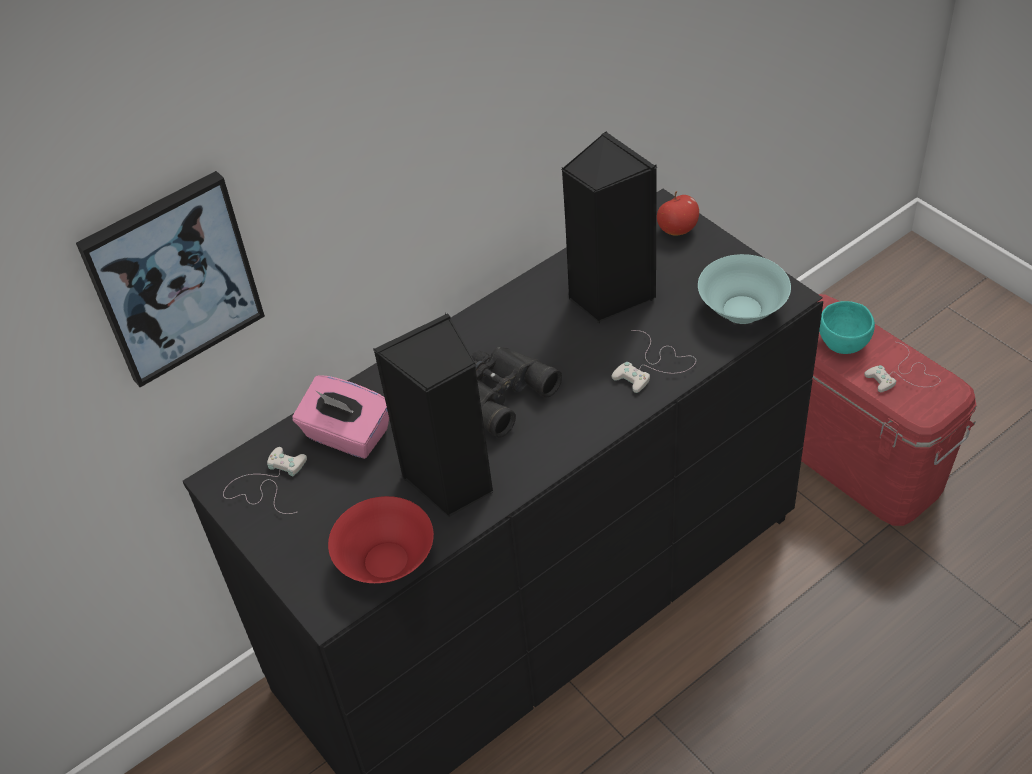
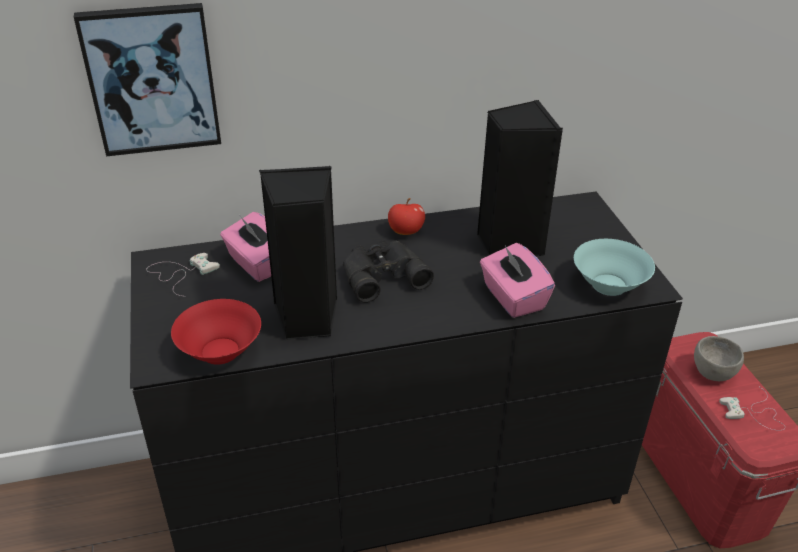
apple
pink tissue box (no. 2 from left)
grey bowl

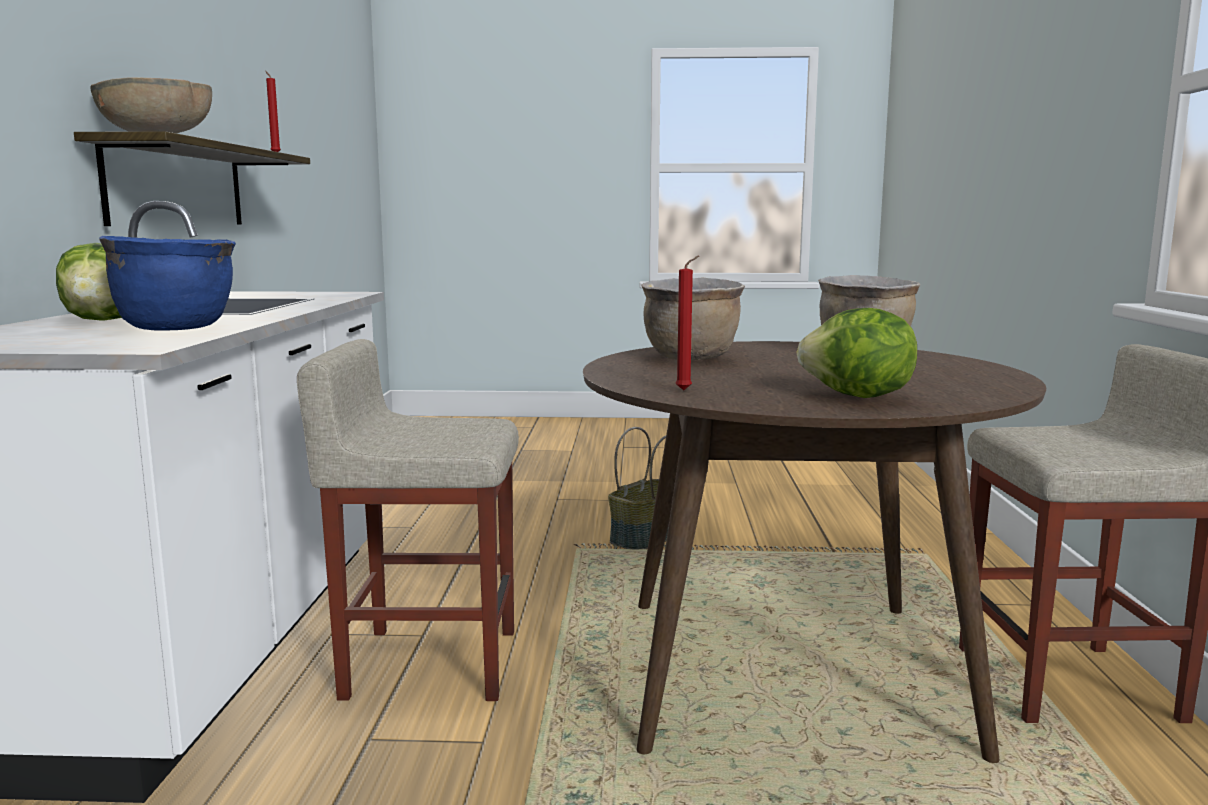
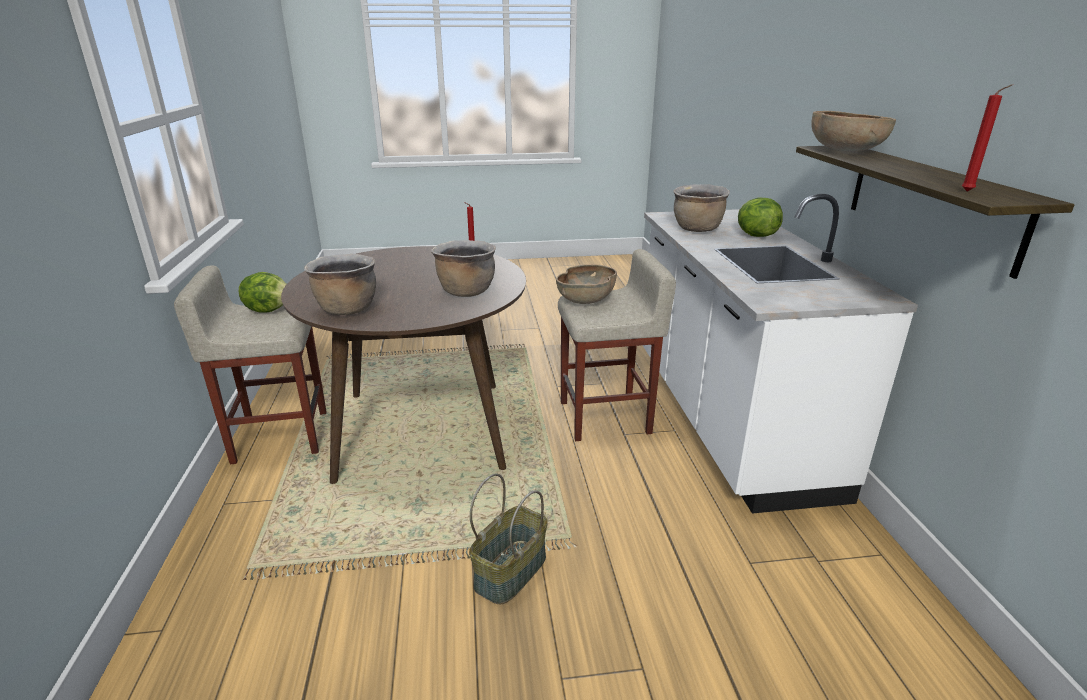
lettuce (no. 1 from left)
brown bowl (no. 1 from left)
brown cooking pot (no. 3 from left)

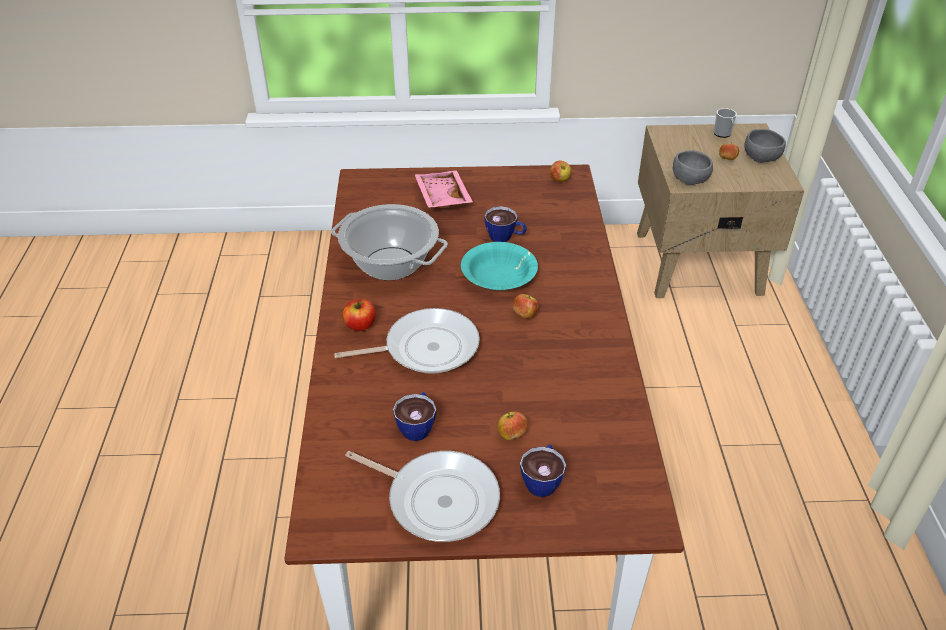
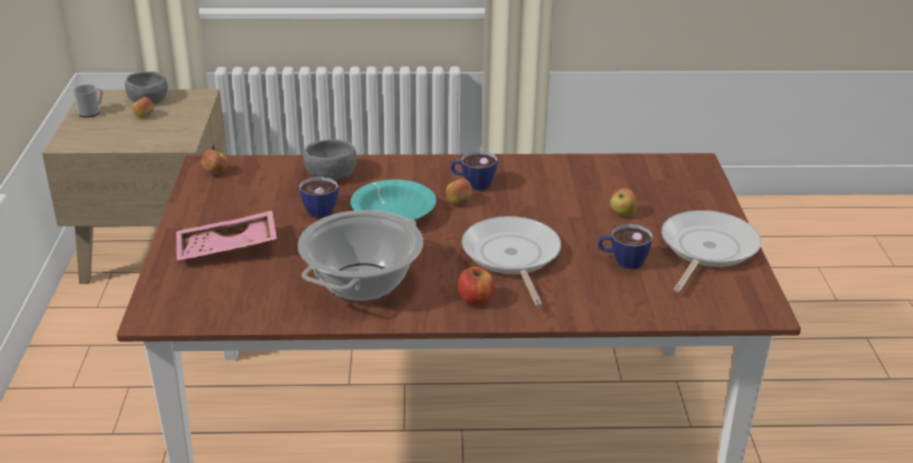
grey bowl (no. 2 from left)
cup (no. 2 from left)

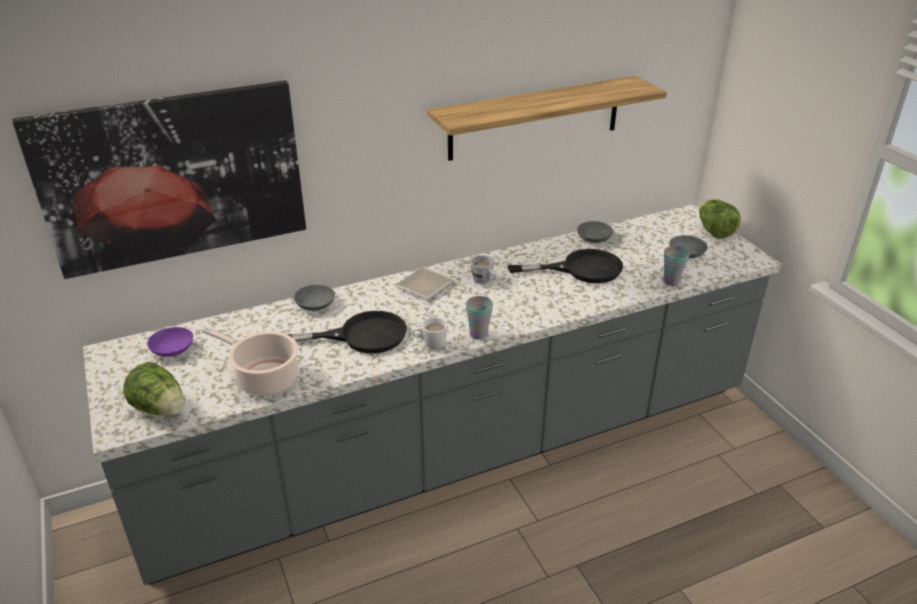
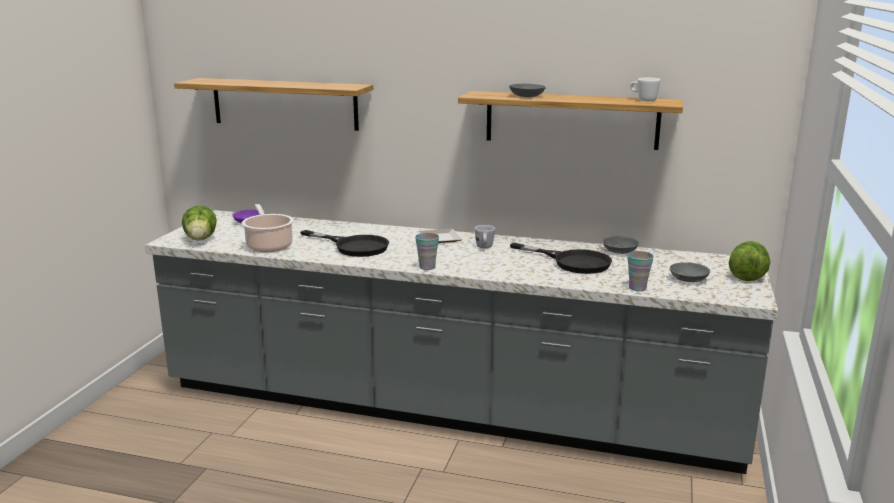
shelf (no. 1 from left)
grey bowl (no. 1 from left)
white mug (no. 2 from left)

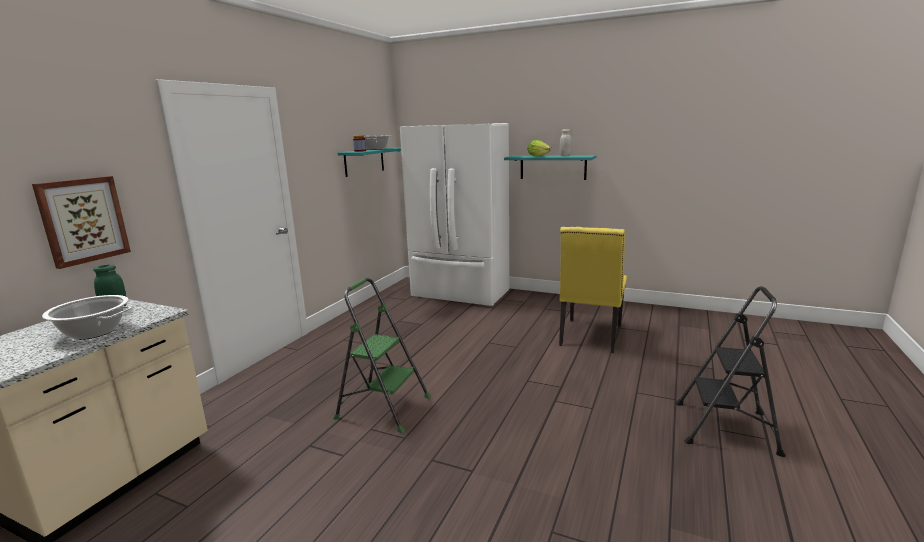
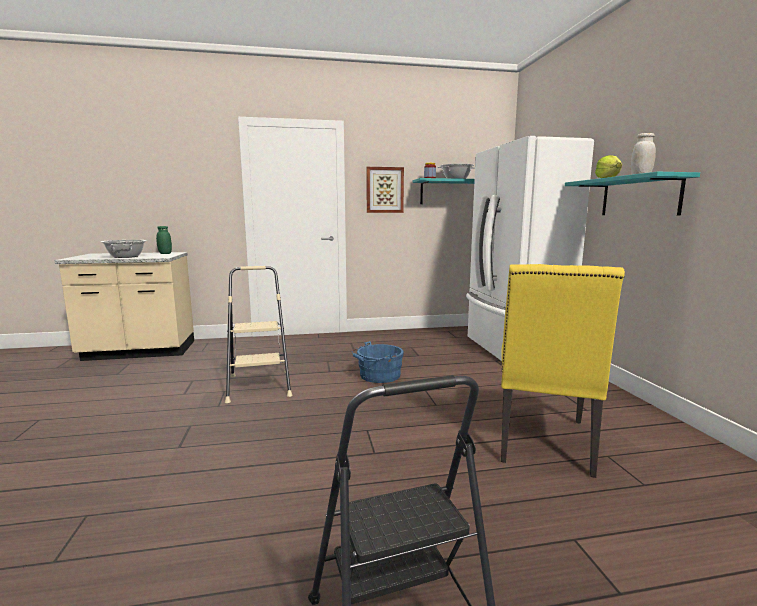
beige step ladder
blue bucket
picture
yellow chair

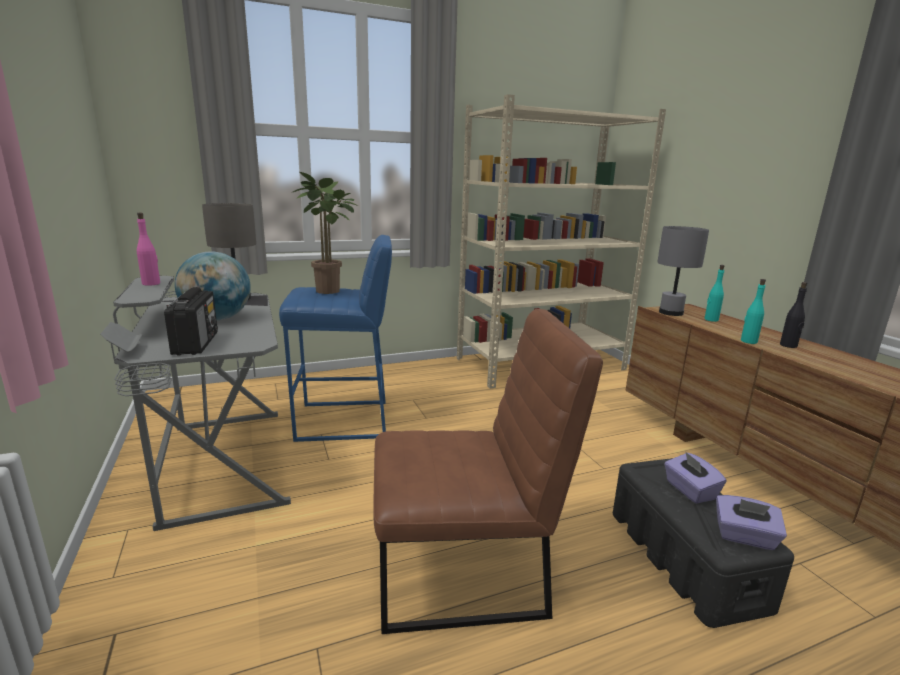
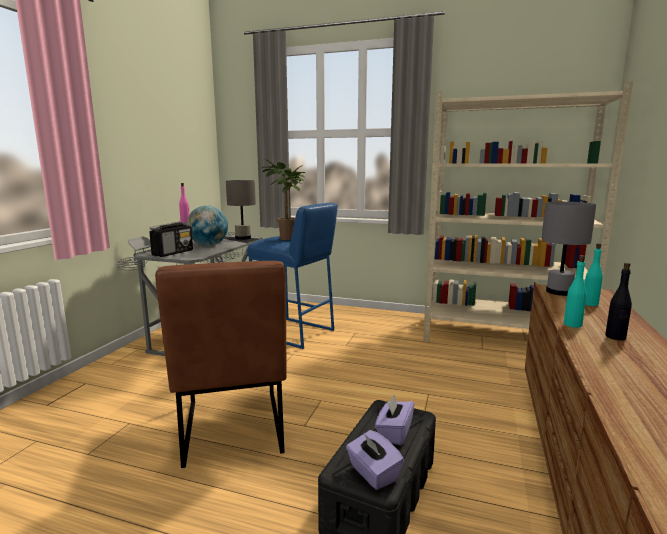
brown chair

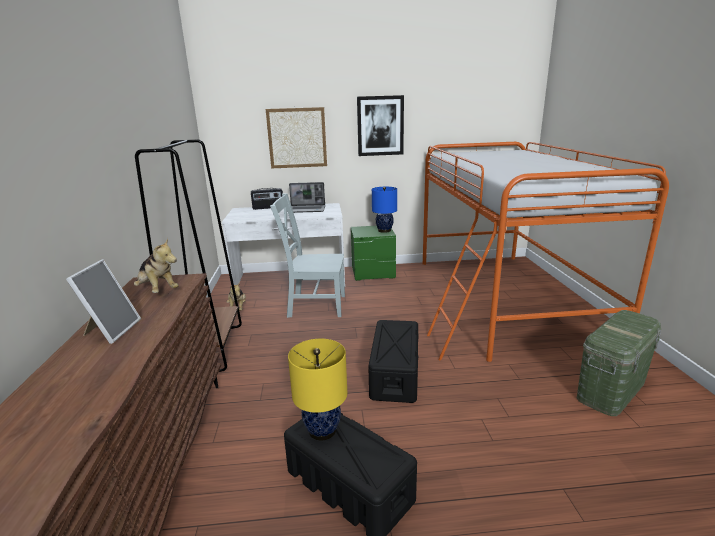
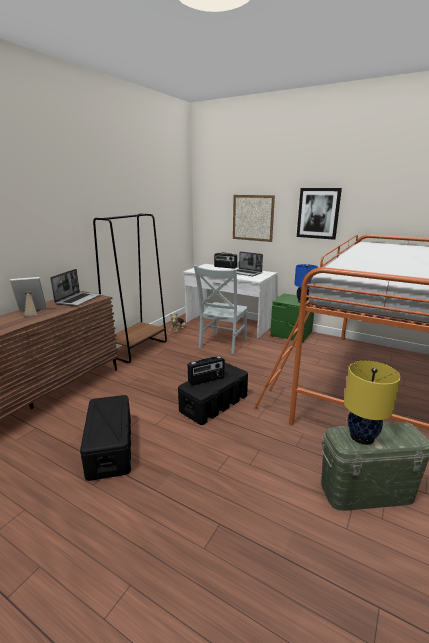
picture frame
laptop (no. 1 from left)
radio (no. 1 from left)
grey chair
yellow table lamp

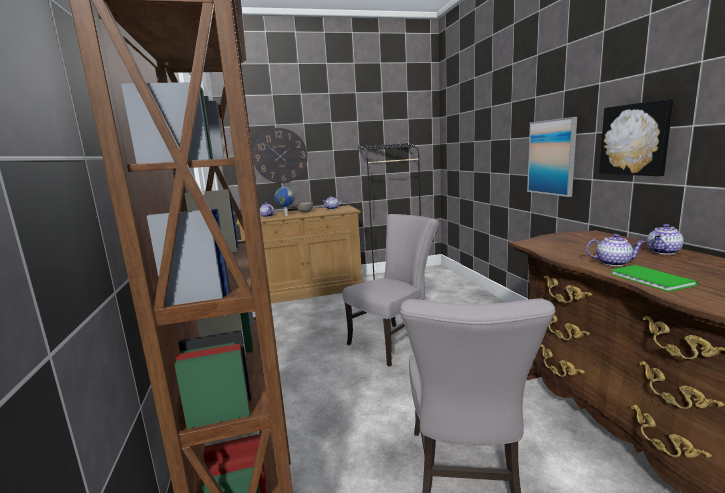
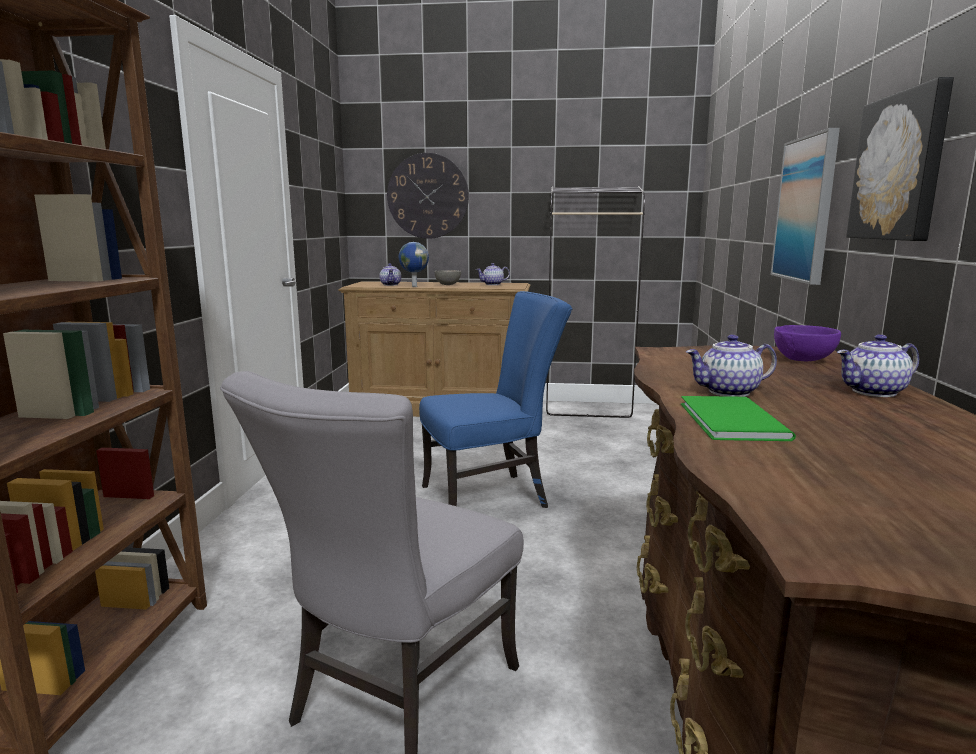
blue chair
teapot (no. 3 from left)
purple bowl

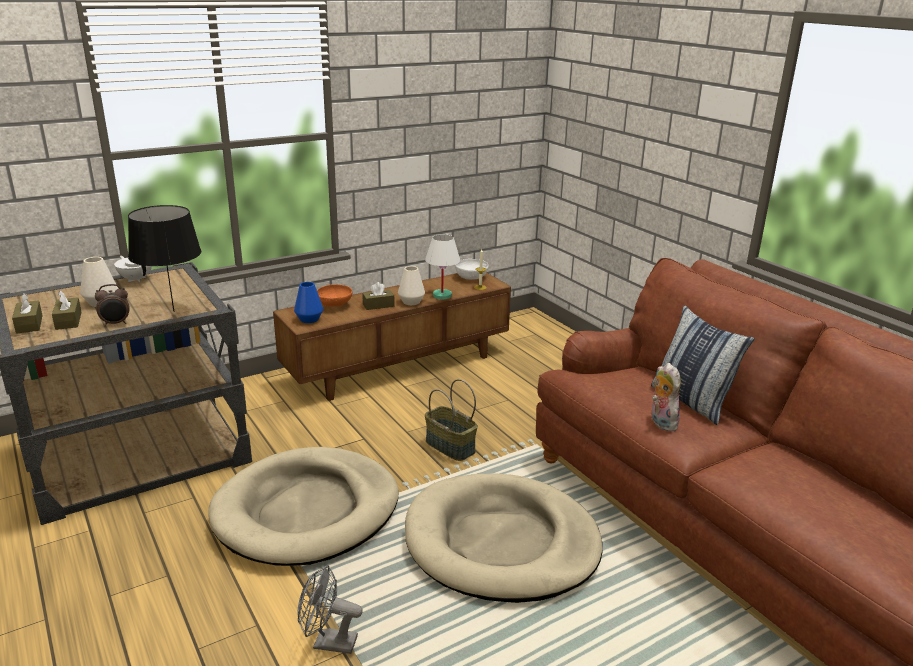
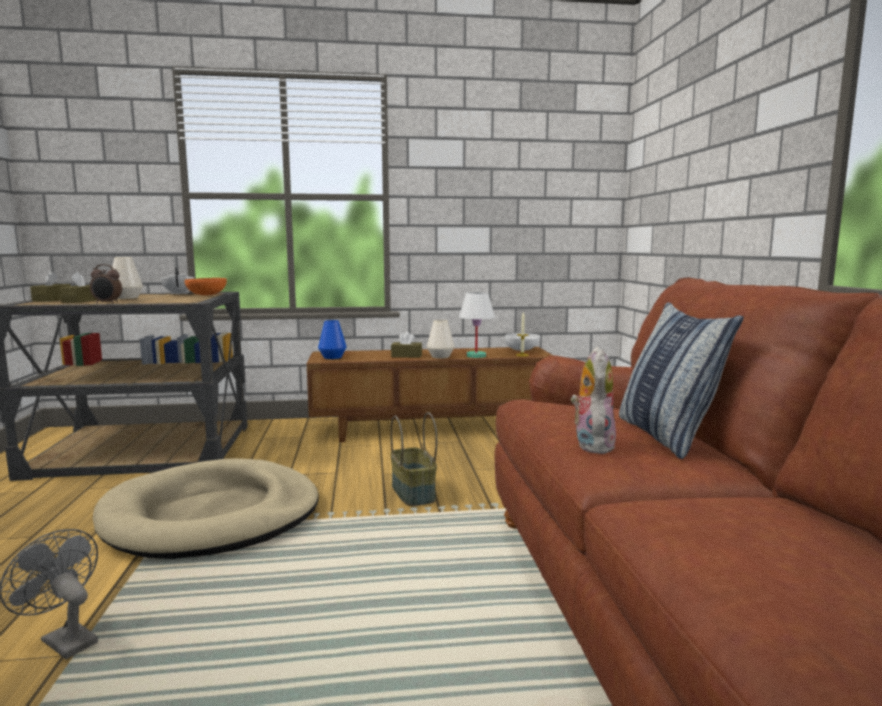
orange bowl
black table lamp
beige dog bed (no. 2 from left in the first image)

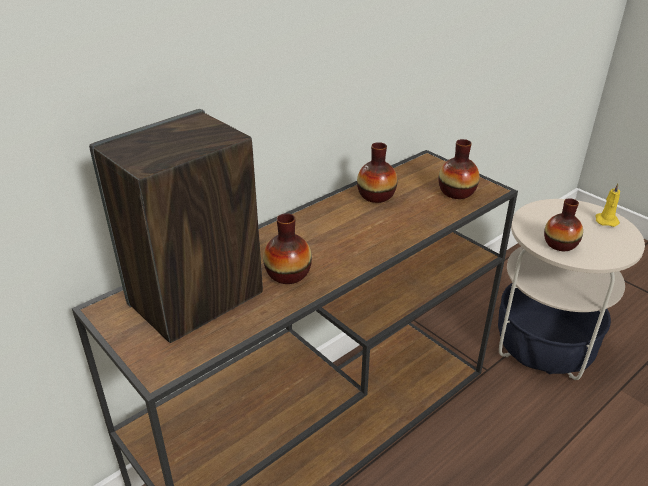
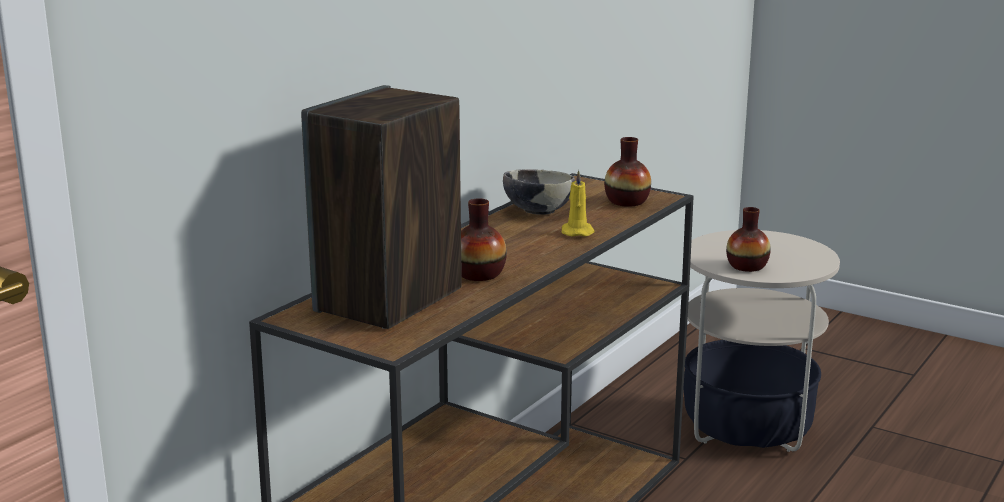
bowl
yellow candle

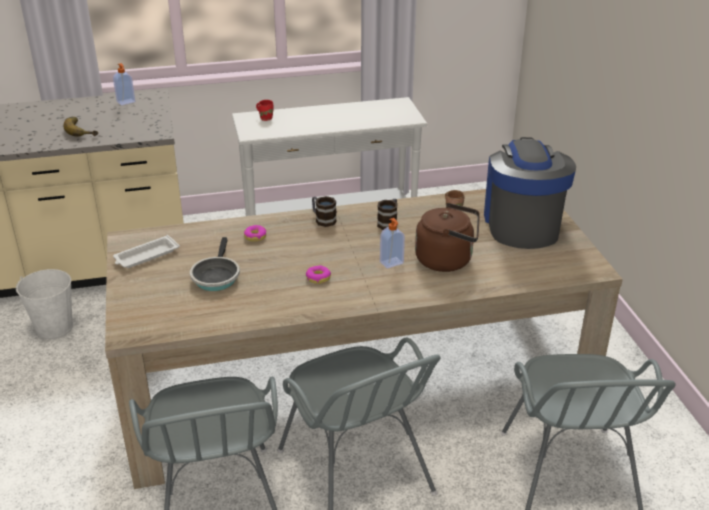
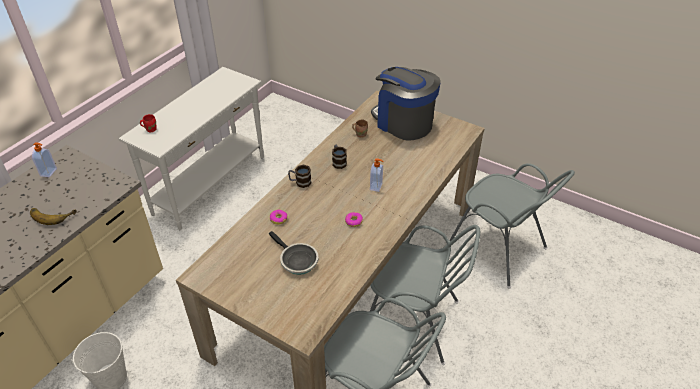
white tray
brown kettle

